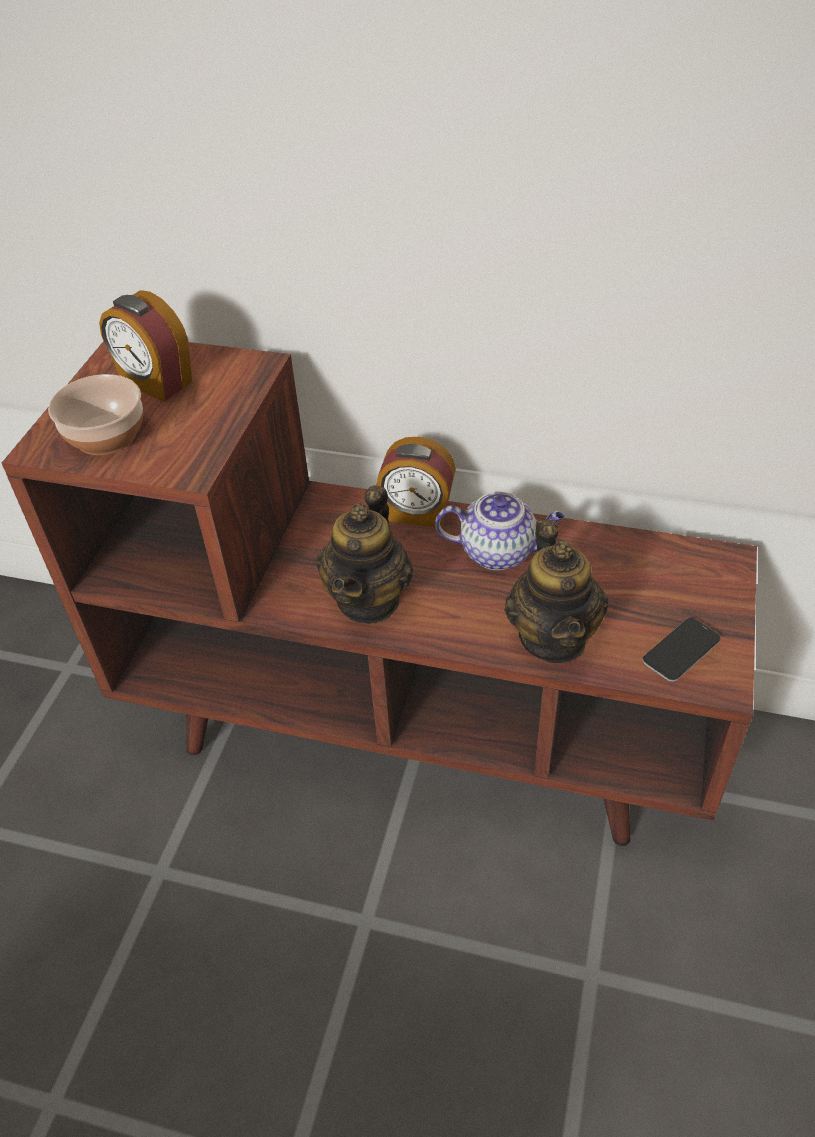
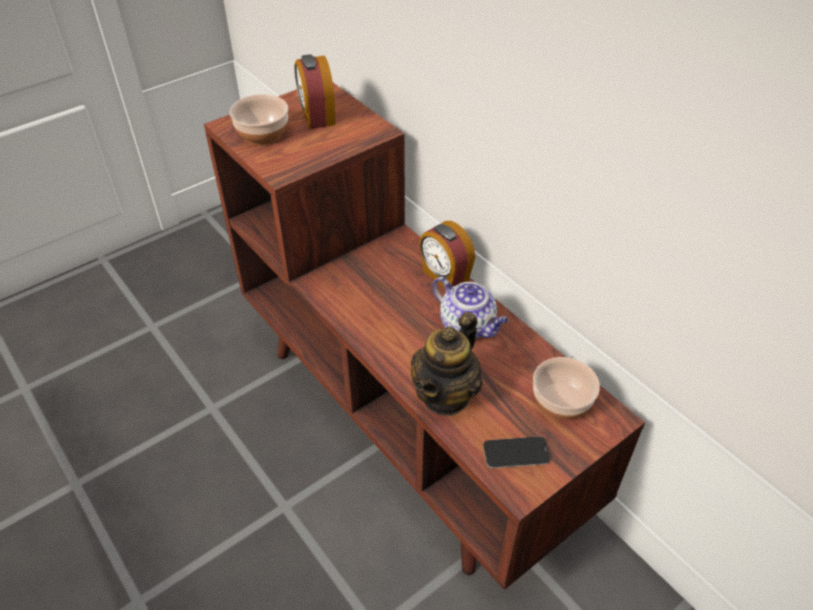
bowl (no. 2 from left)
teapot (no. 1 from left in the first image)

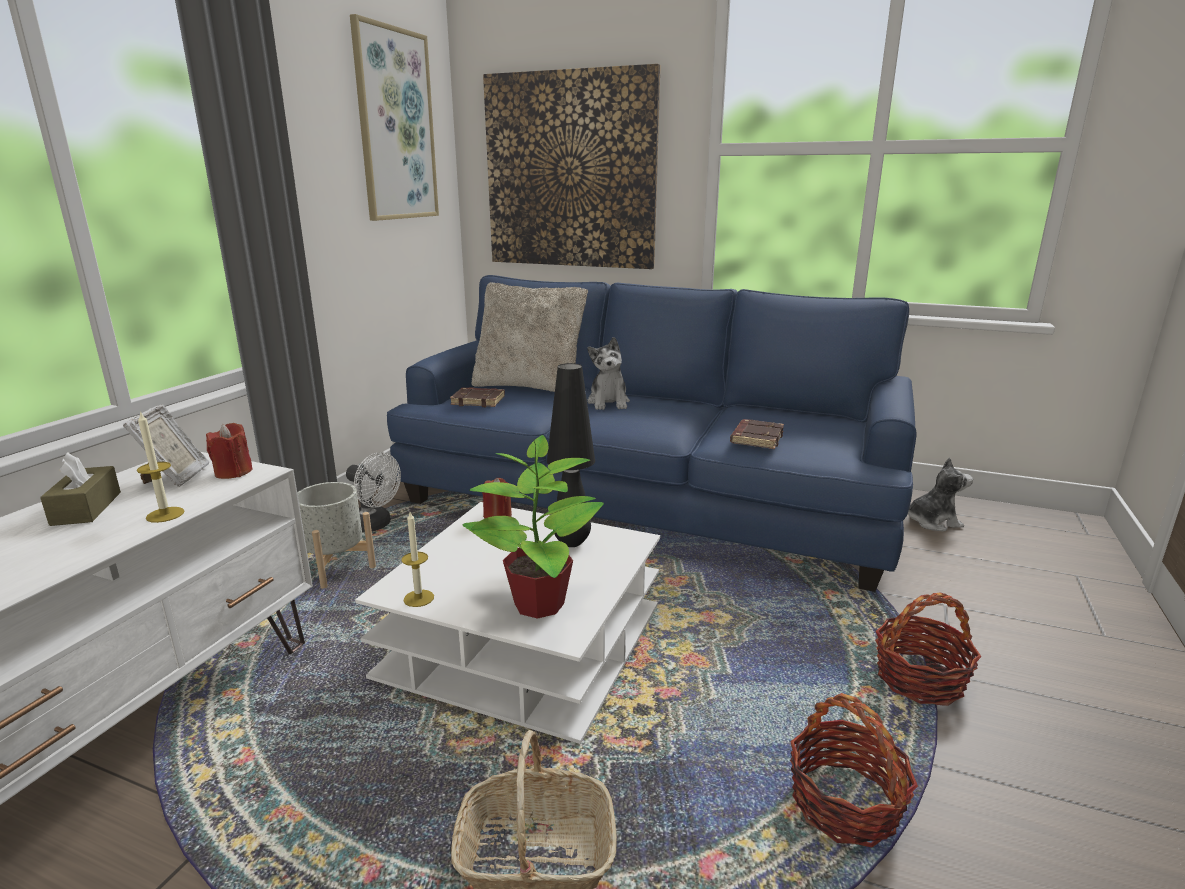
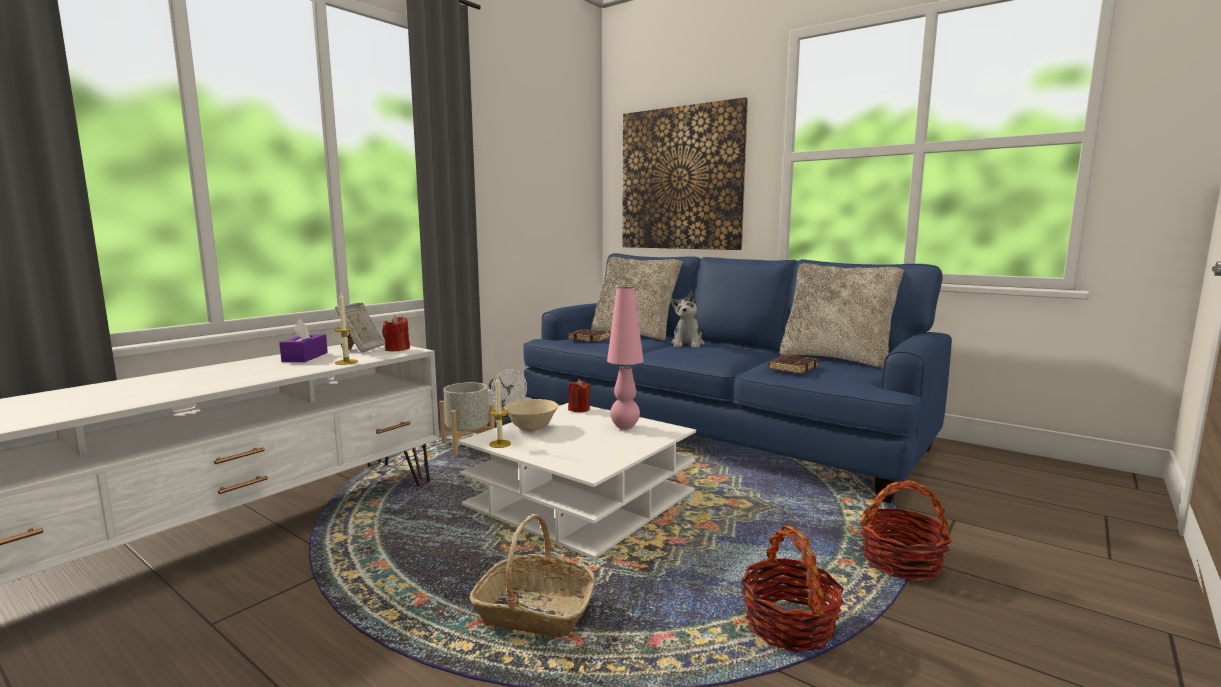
purple tissue box
beige bowl
pink table lamp
beige pillow (no. 2 from left)
picture (no. 1 from left in the first image)
potted plant
plush toy (no. 2 from left in the first image)

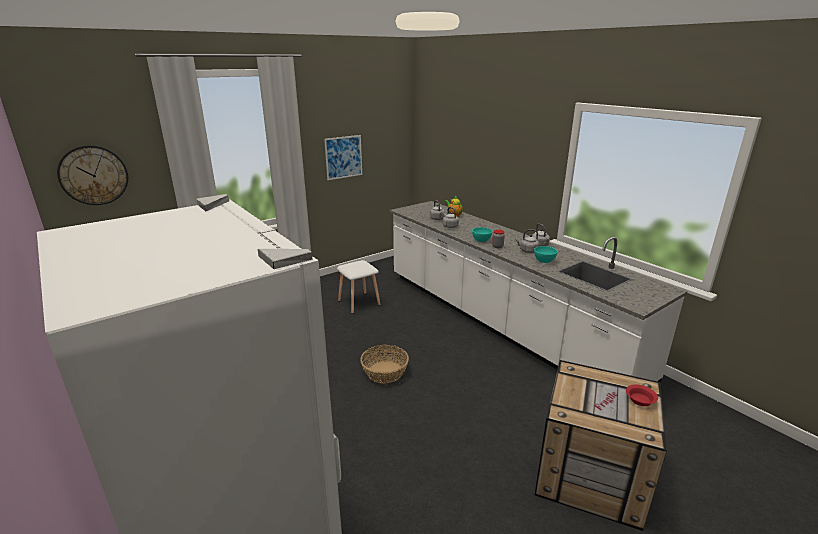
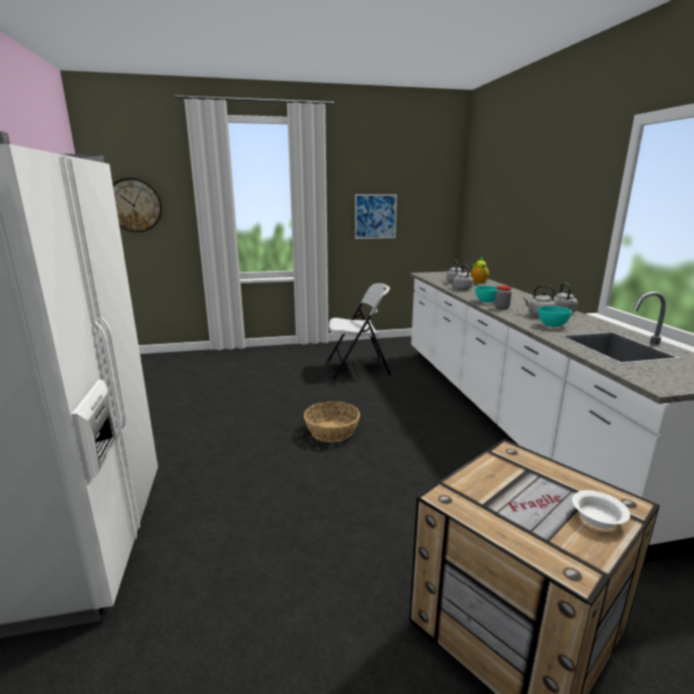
white chair
white bowl

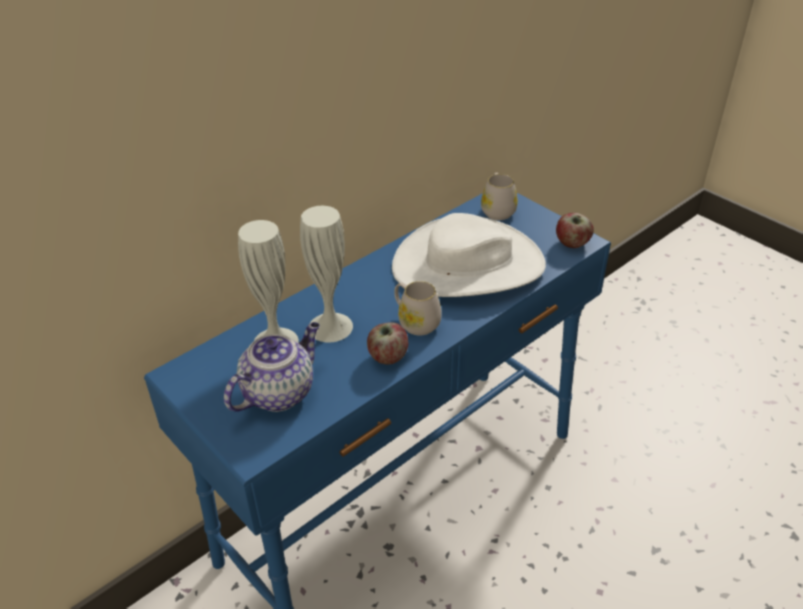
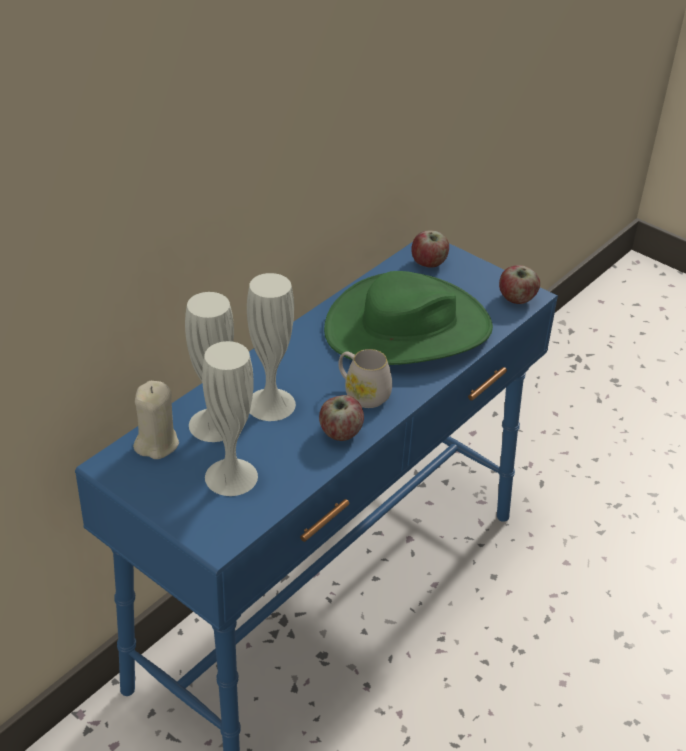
beige candle
white vase (no. 2 from left)
green hat
apple (no. 2 from left)

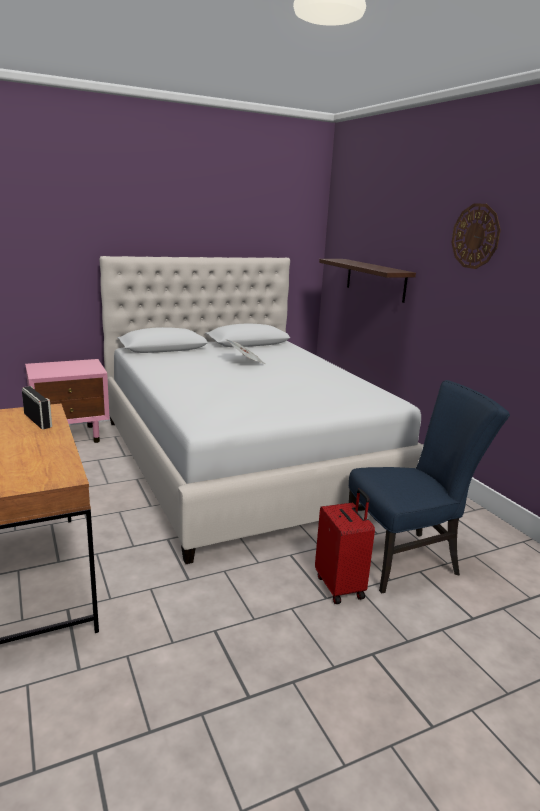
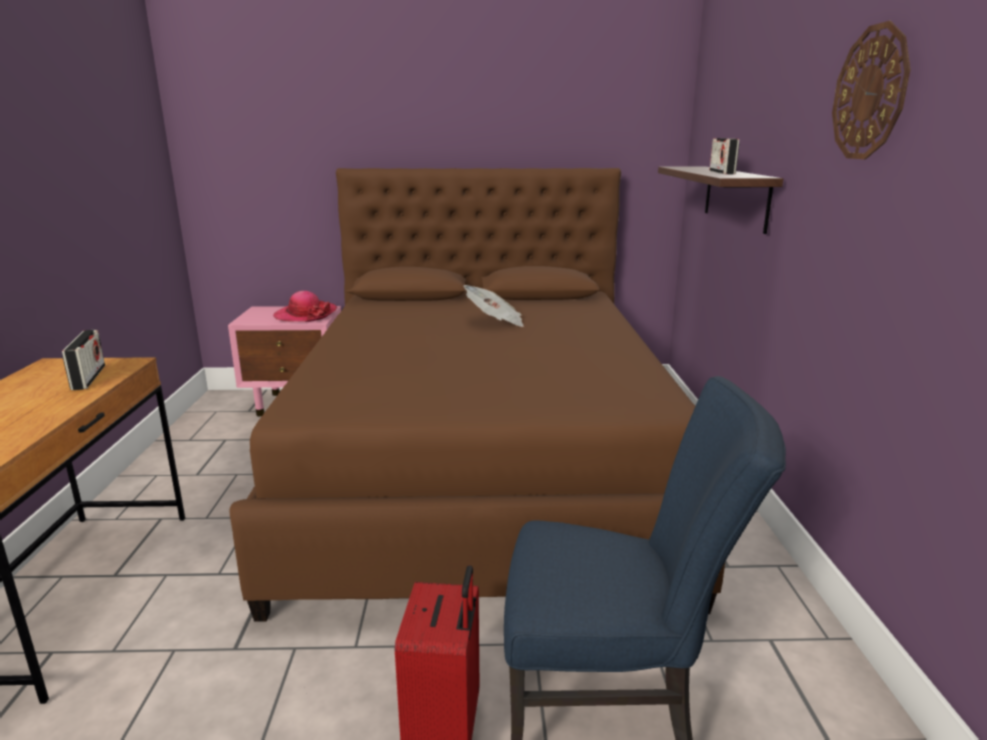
brown bed
hat
radio (no. 2 from left)

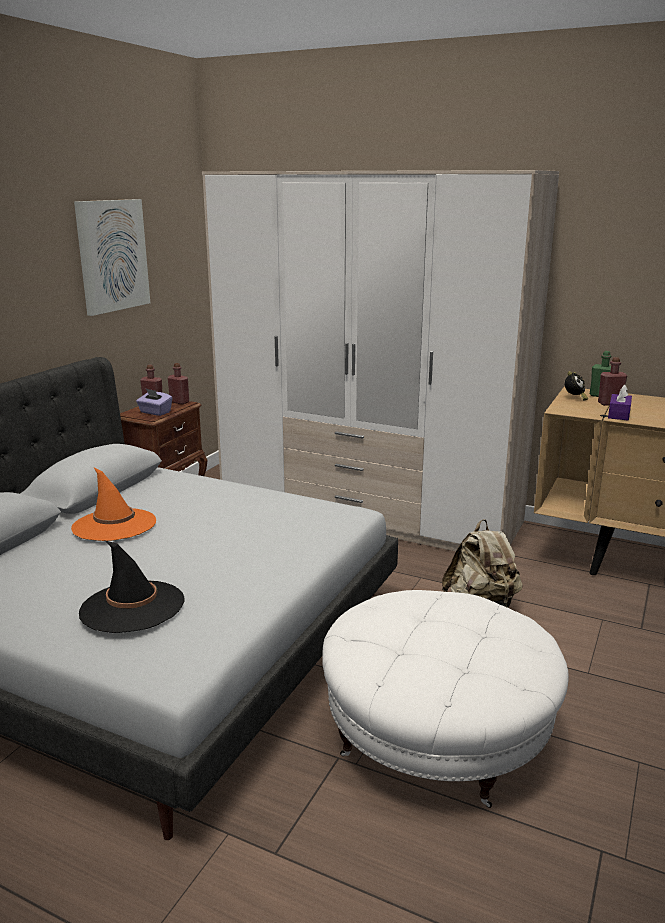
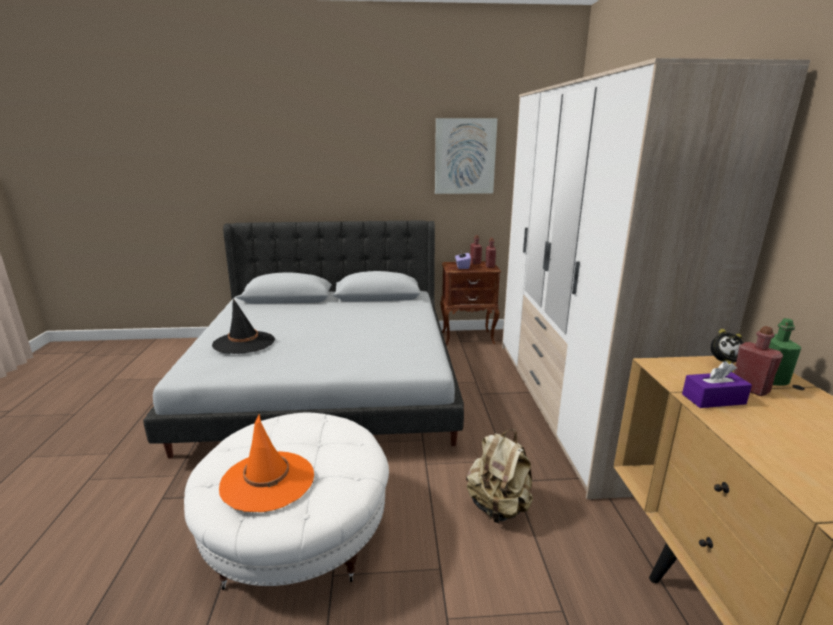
orange hat

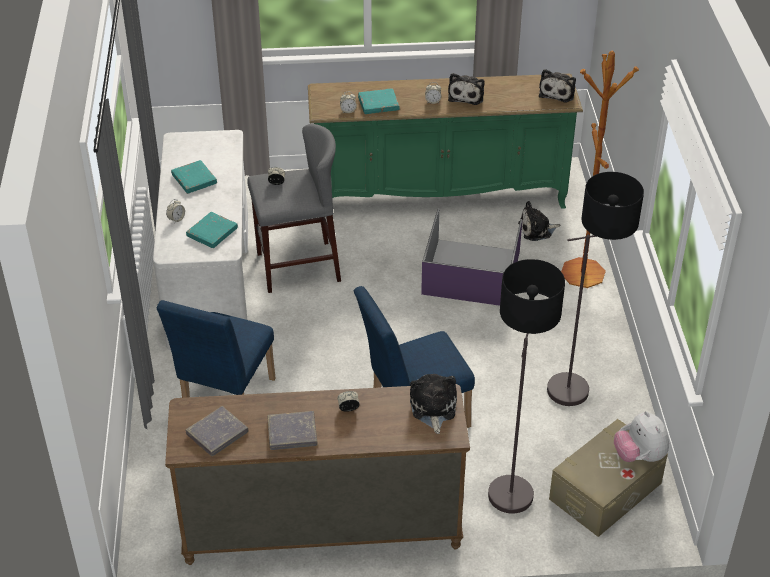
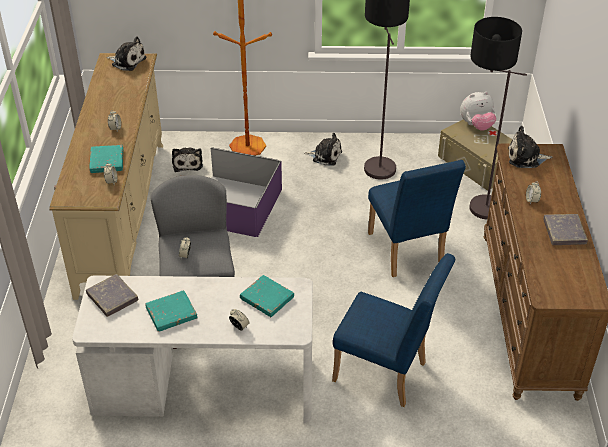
beige cabinet
grey book (no. 1 from left)
plush toy (no. 3 from left)

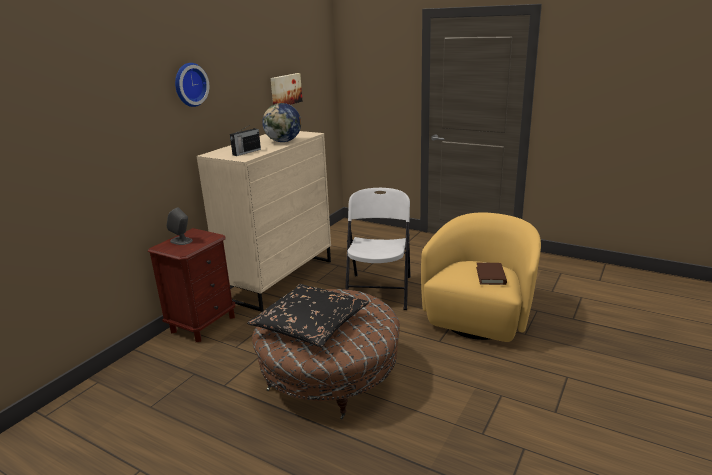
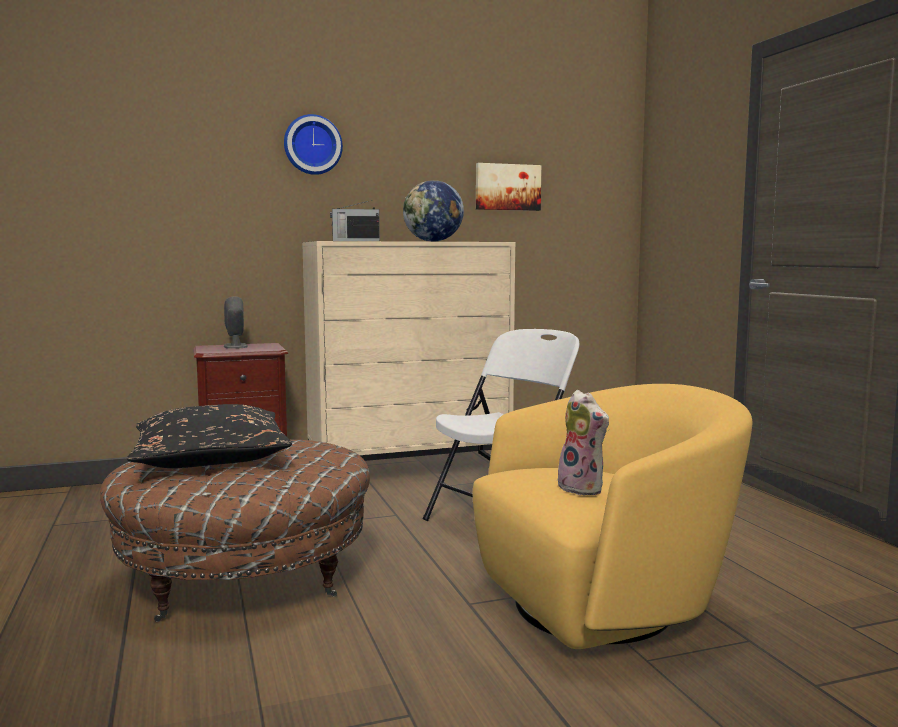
plush toy

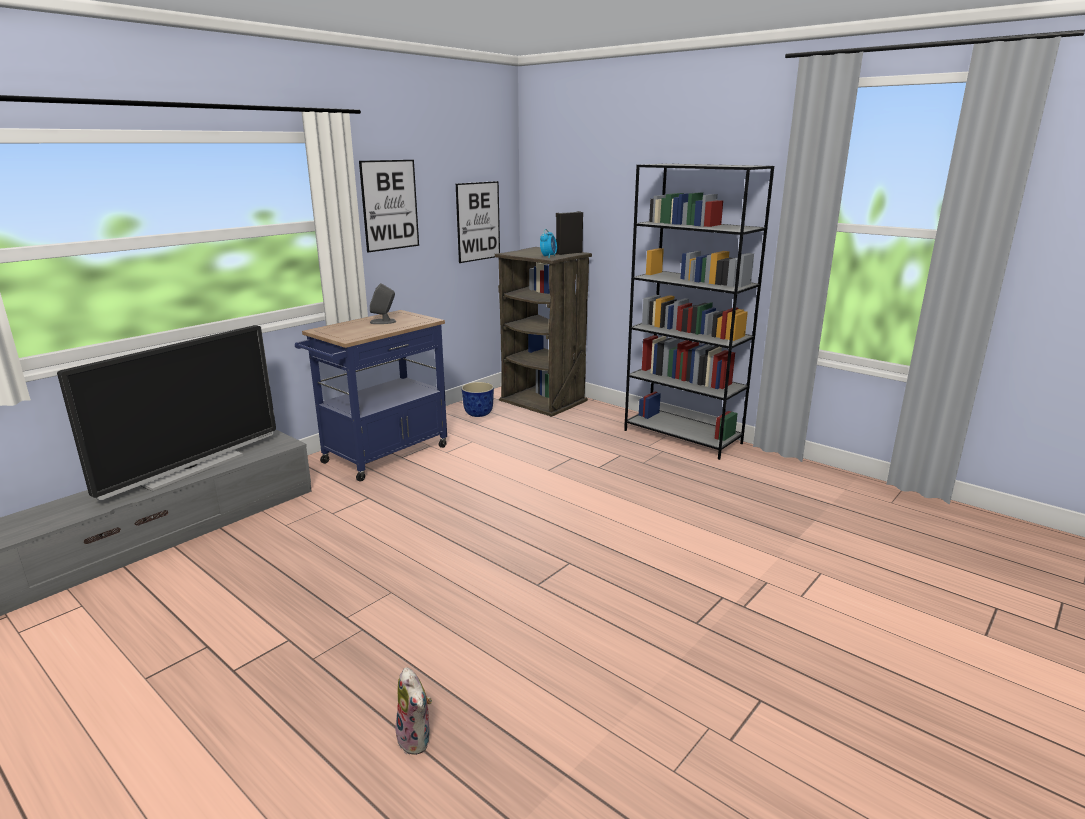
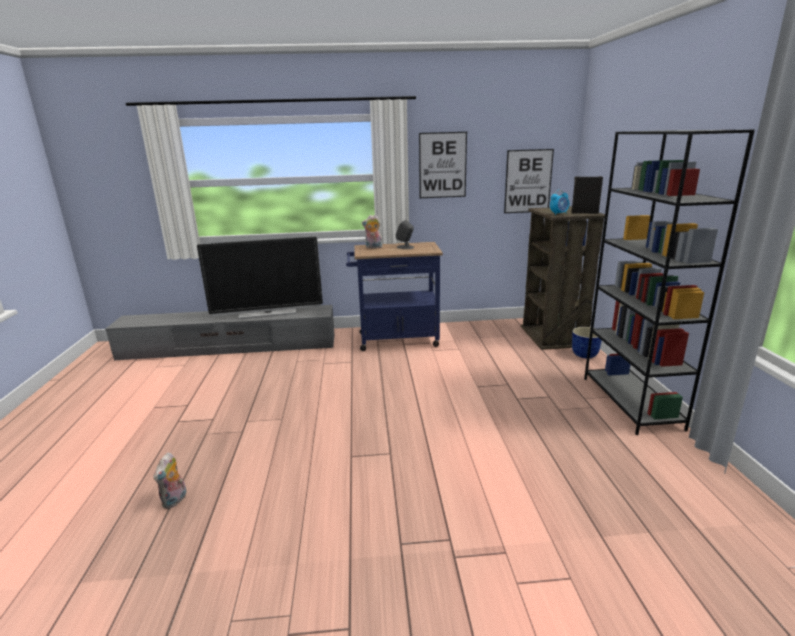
plush toy (no. 2 from left)
planter

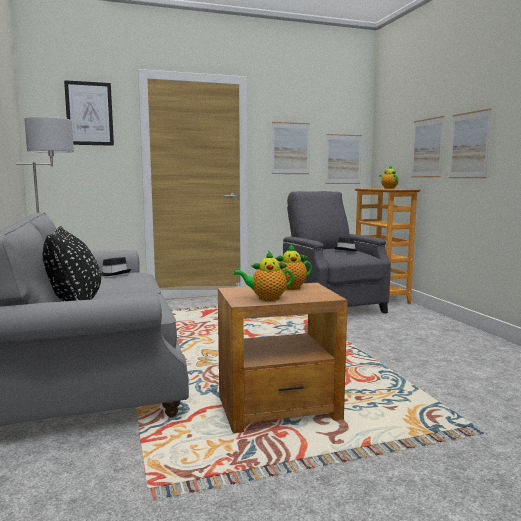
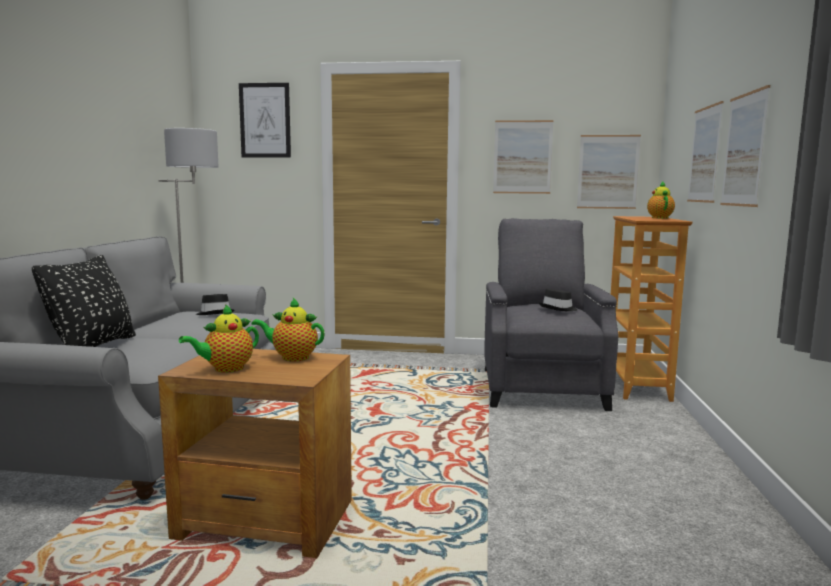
teapot (no. 1 from left)

